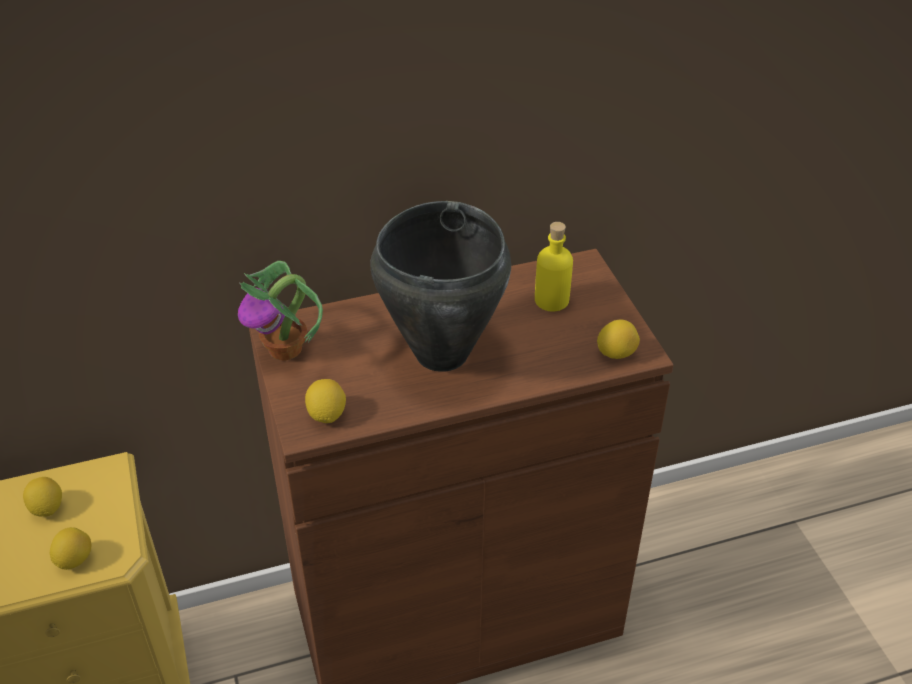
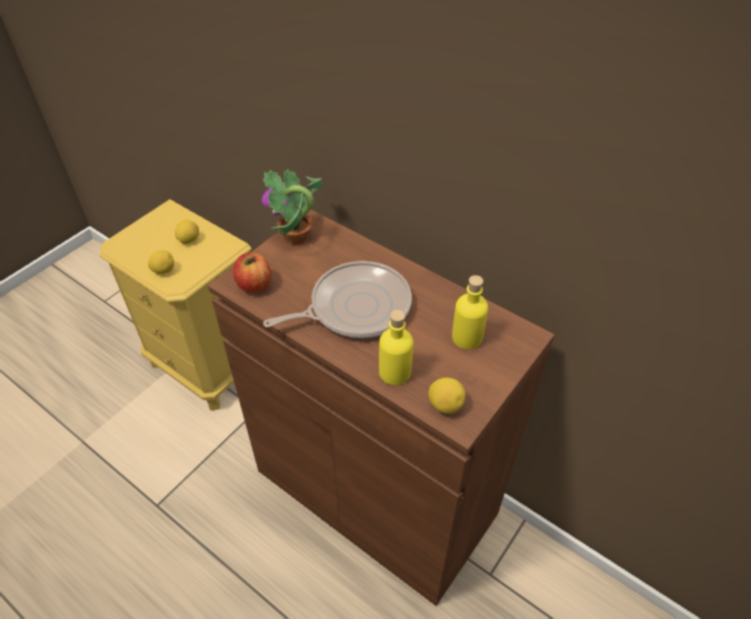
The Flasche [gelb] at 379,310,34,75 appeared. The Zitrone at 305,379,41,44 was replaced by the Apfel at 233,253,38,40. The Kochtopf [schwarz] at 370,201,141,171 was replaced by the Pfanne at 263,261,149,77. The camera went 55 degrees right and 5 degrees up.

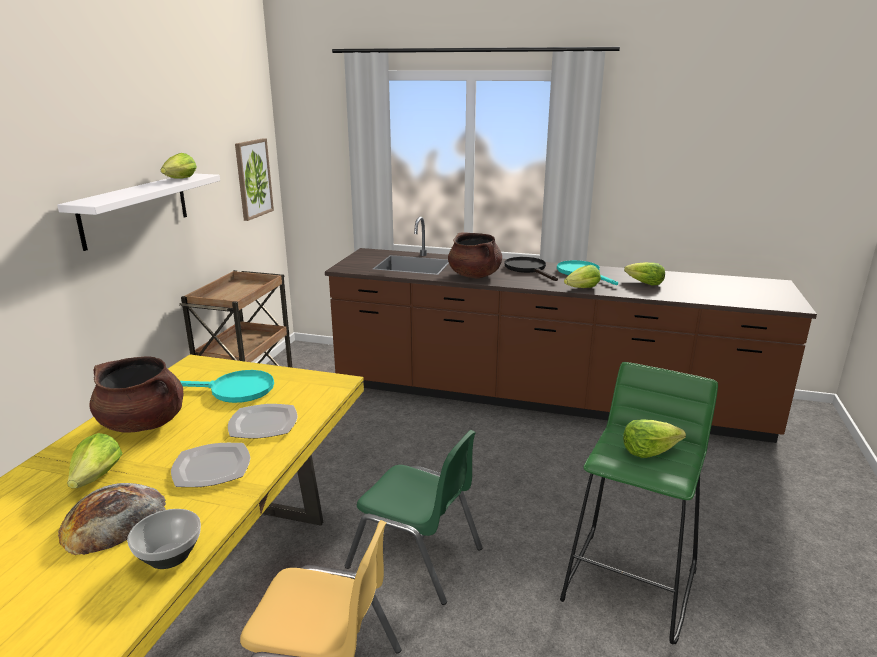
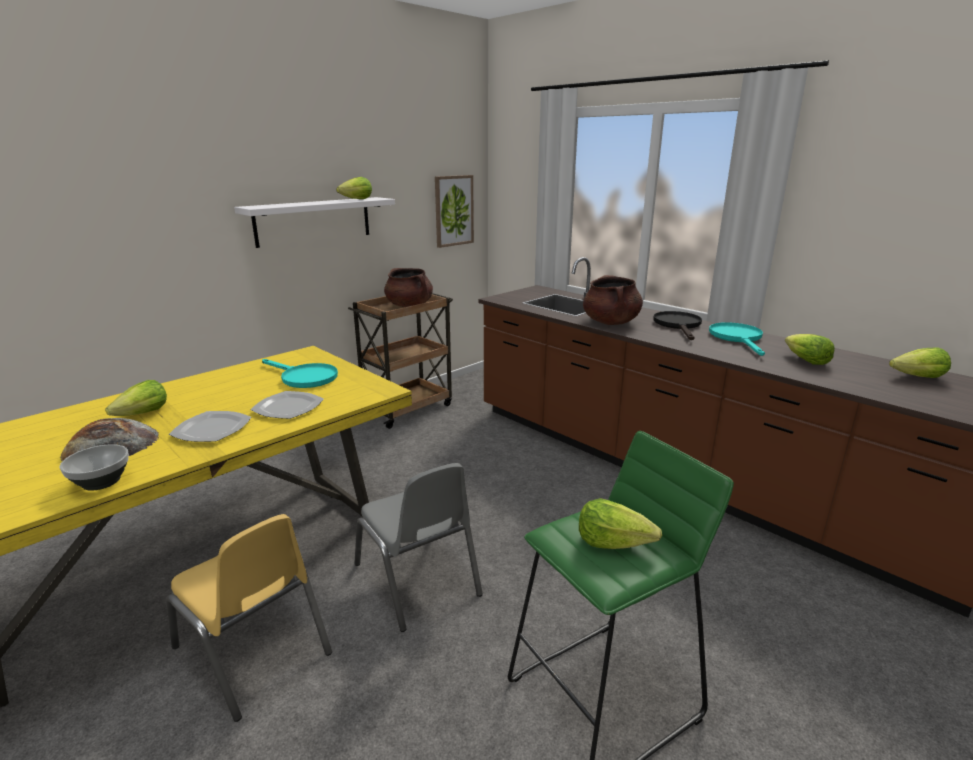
The Kochtopf [braun] moved from 89,356,94,77 to 384,268,49,39. The Salatkopf moved from 564,265,37,23 to 889,348,62,30. The Stuhl [grün] at 345,430,138,175 became the Stuhl [grau] at 354,463,129,169. The camera went 30 degrees right and 0 degrees up.

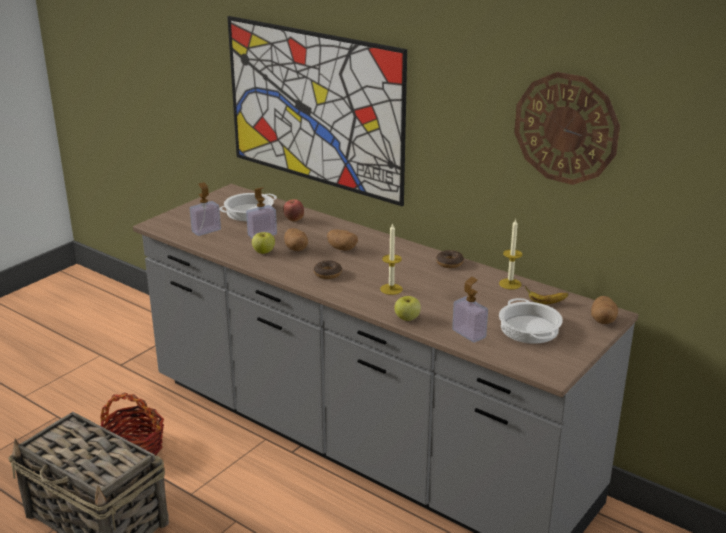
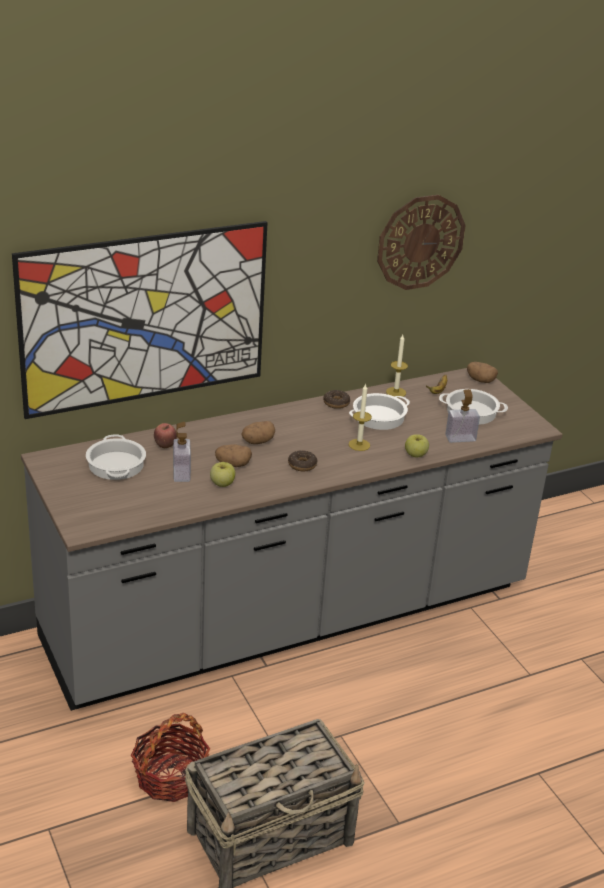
The Seifenspender at 190,182,31,54 disappeared. The Kochtopf at 349,393,61,37 appeared. The camera went 65 degrees left and 5 degrees up.

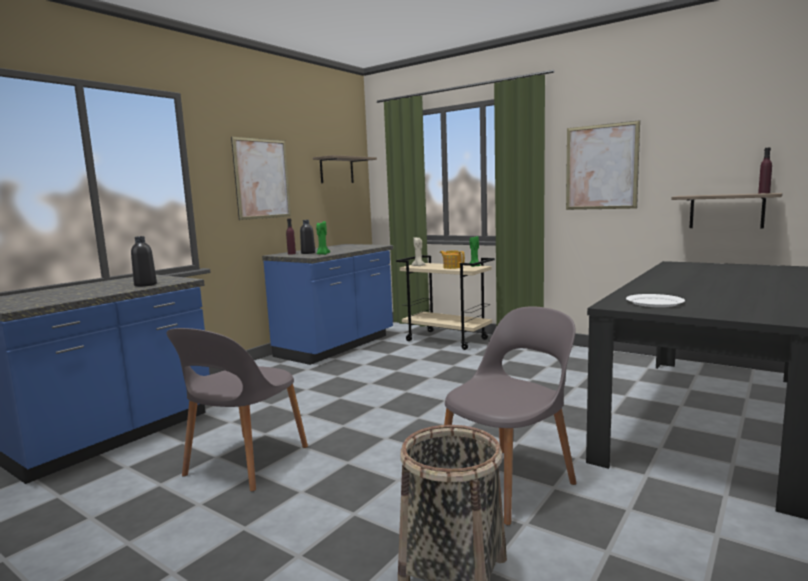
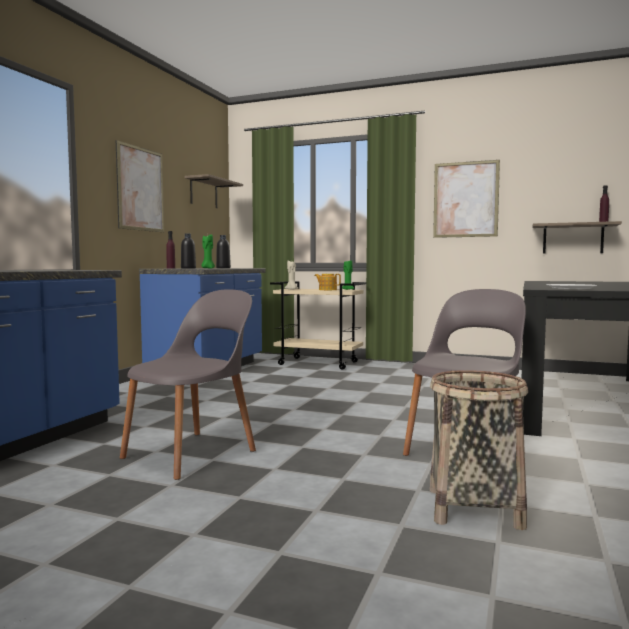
The Flasche [schwarz] moved from 131,236,26,51 to 216,235,15,33. The Stuhl [grau] at 166,328,142,163 turned 150 degrees counterclockwise. The camera went 15 degrees left and 5 degrees down.

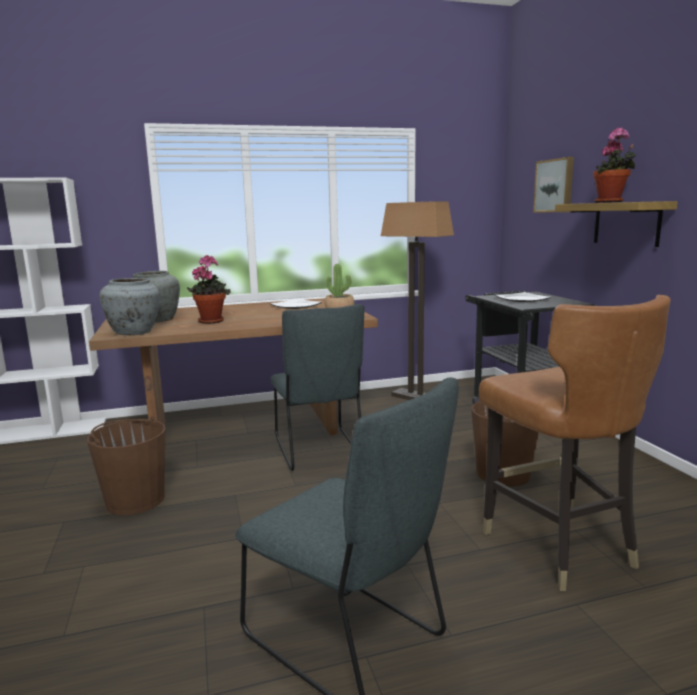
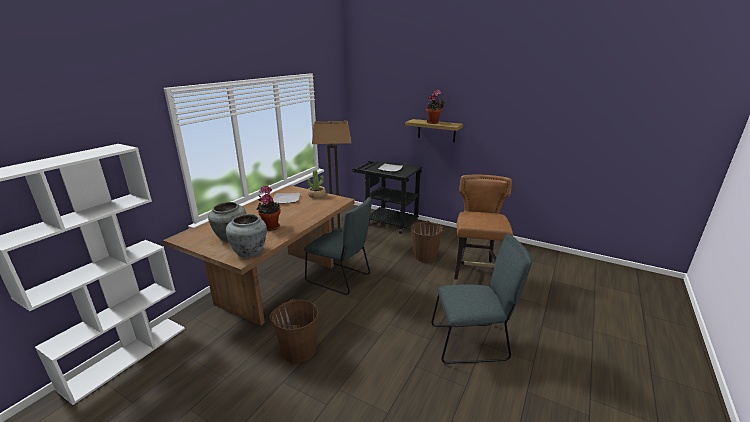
The Bild at 533,157,41,55 disappeared. The Stuhl [braun] at 479,295,192,296 turned 105 degrees counterclockwise. The camera went 45 degrees left and 10 degrees up.

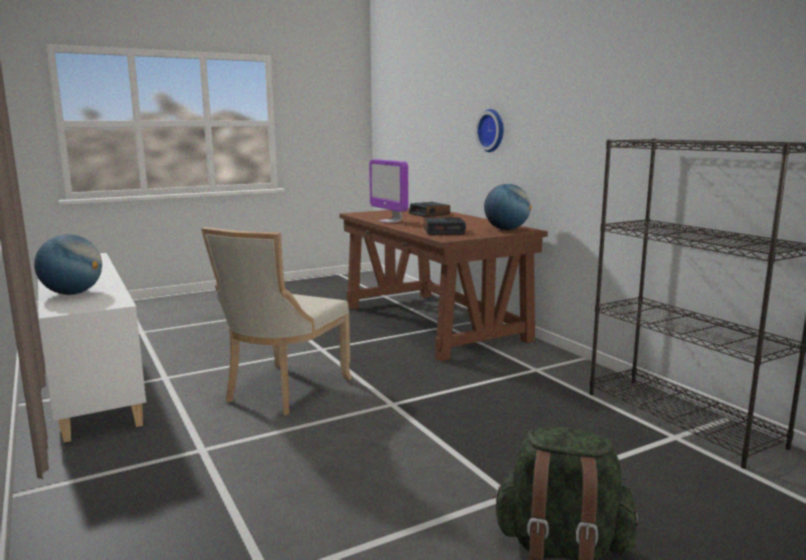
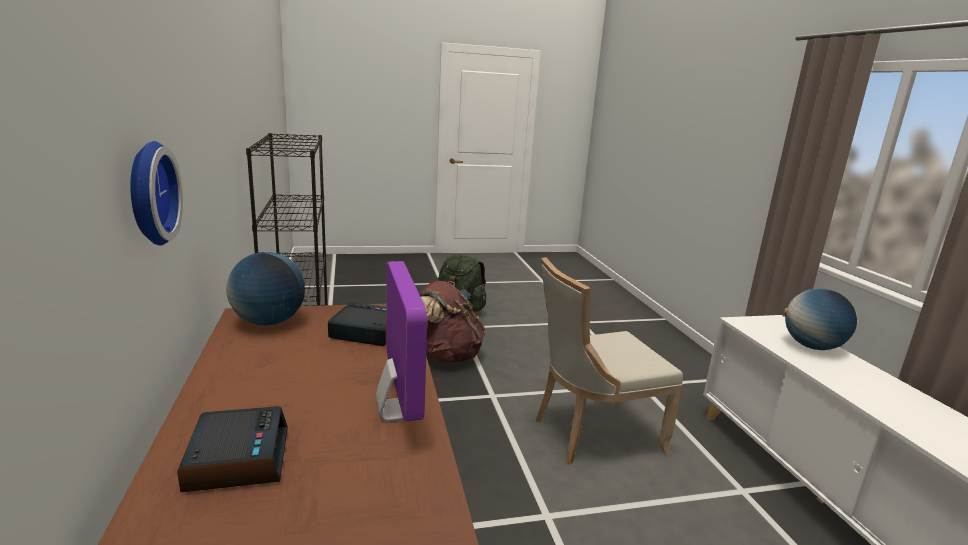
The Rucksack [braun] at 419,280,67,82 appeared. The Stuhl [beige] at 201,227,151,188 turned 150 degrees counterclockwise. The camera went 165 degrees left and 5 degrees up.

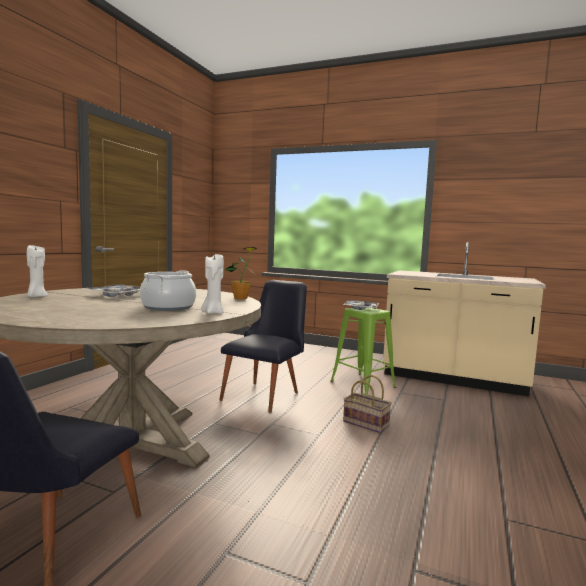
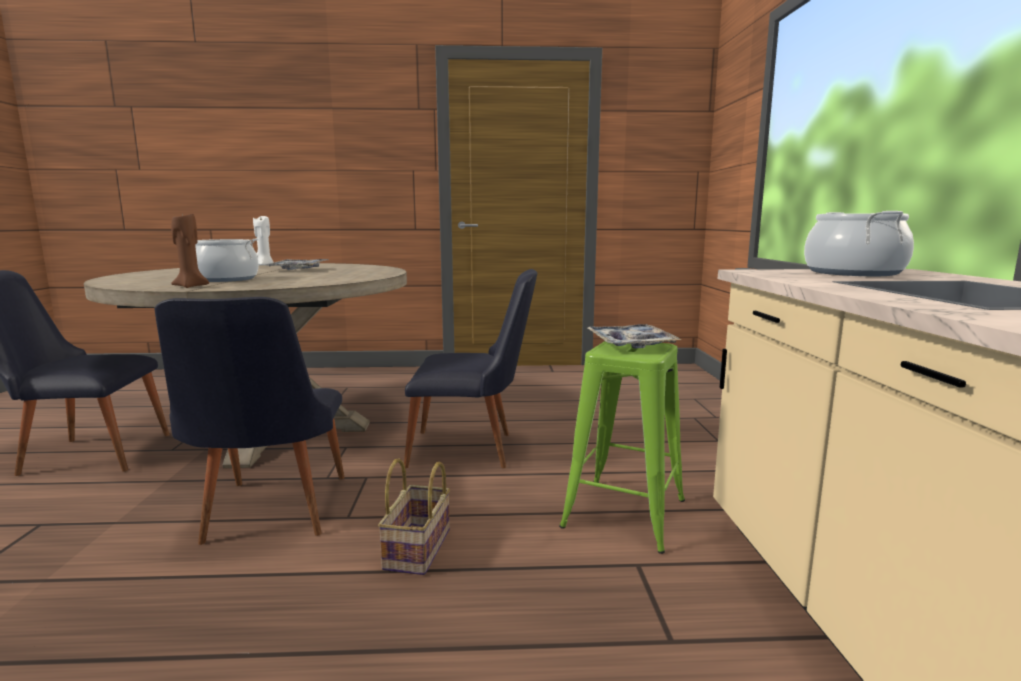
The Topfpflanze at 225,247,32,53 disappeared. The Stuhl [schwarz] at 154,297,191,248 appeared. The Kochtopf at 804,211,110,65 appeared. The Kerze [weiß] at 201,253,23,61 became the Kerze [braun] at 171,214,38,74. The camera went 65 degrees right and 5 degrees up.

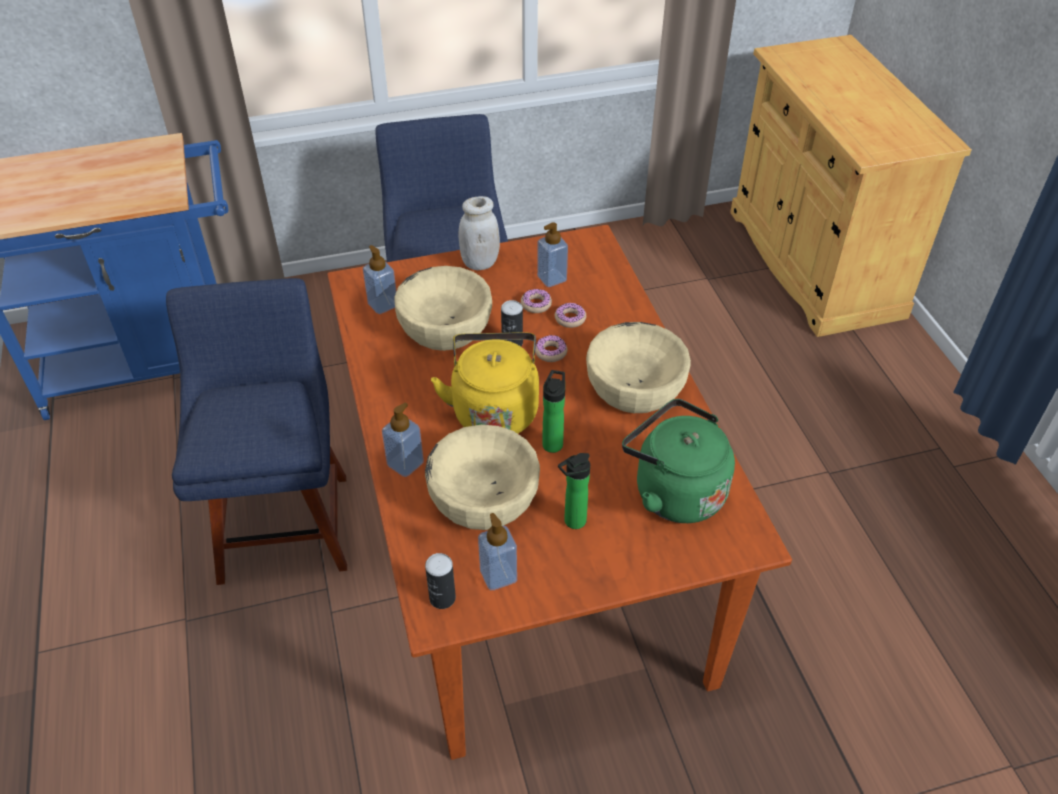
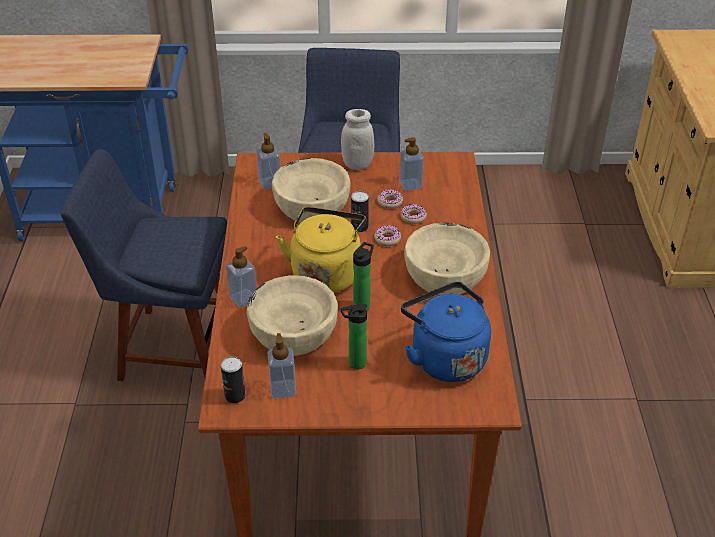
The Wasserkessel [grün] at 622,399,113,124 became the Wasserkessel [blau] at 401,282,90,100. The Stuhl [blau] at 166,278,181,307 turned 90 degrees counterclockwise. The camera went 15 degrees right and 5 degrees down.

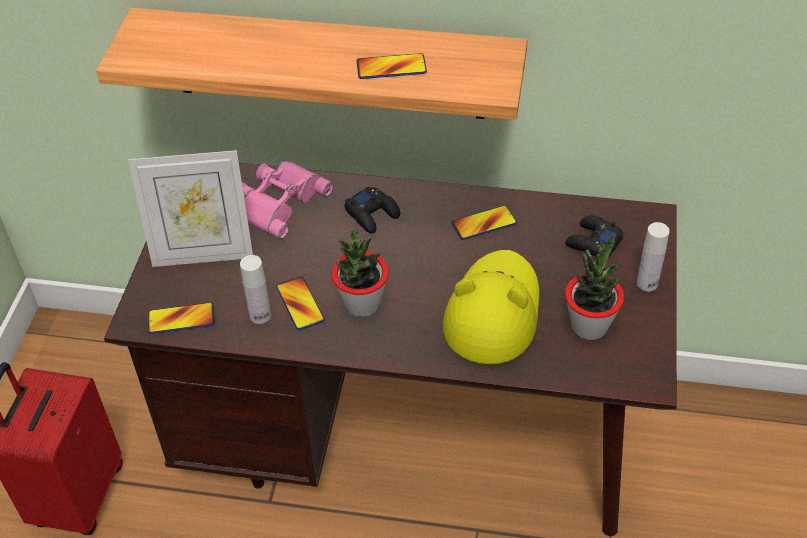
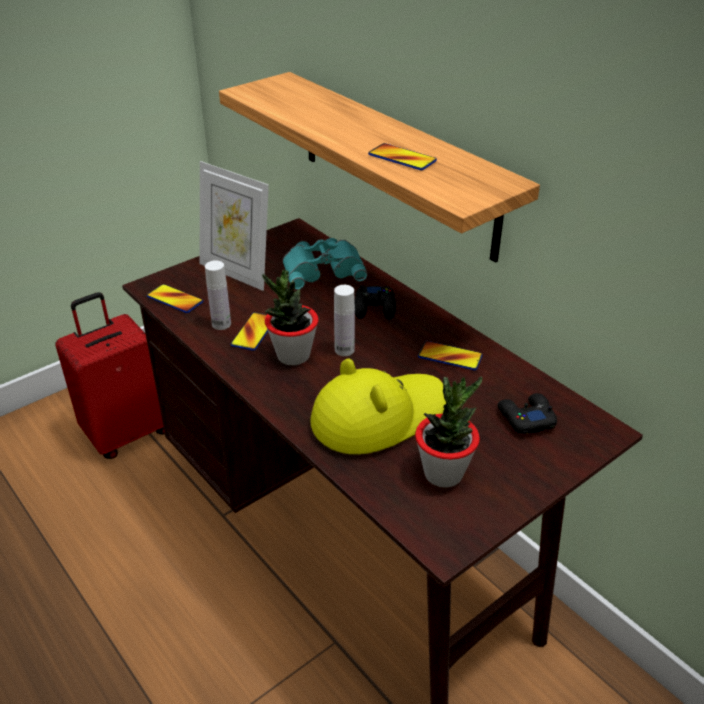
The Flasche [weiß] moved from 637,222,33,69 to 334,285,21,71. The Fernglas [rosa] at 242,161,91,78 became the Fernglas [türkis] at 283,238,85,52. The camera went 40 degrees right and 10 degrees down.

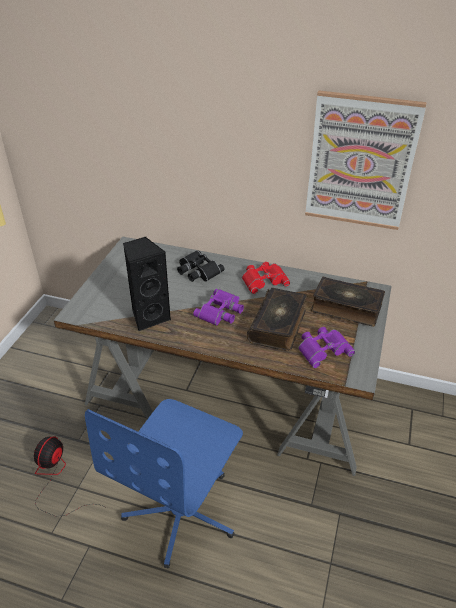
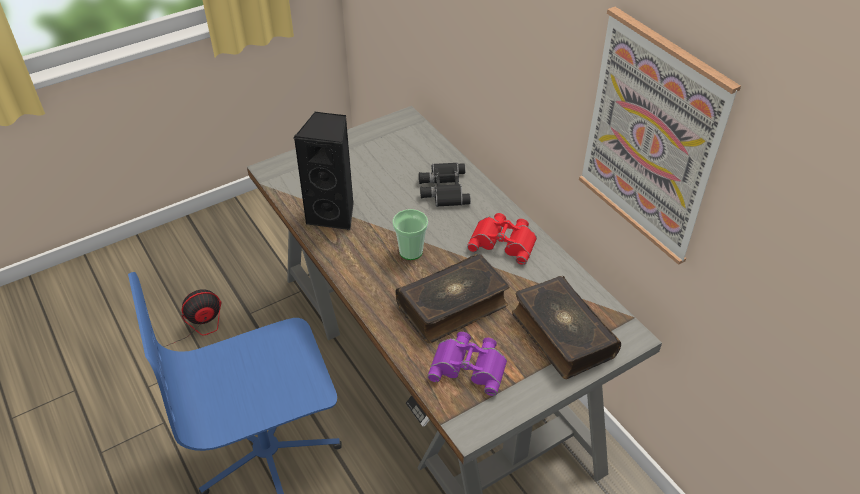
The Fernglas [lila] at 193,289,51,37 was replaced by the Tasse at 392,209,36,51. The camera went 40 degrees right and 5 degrees up.

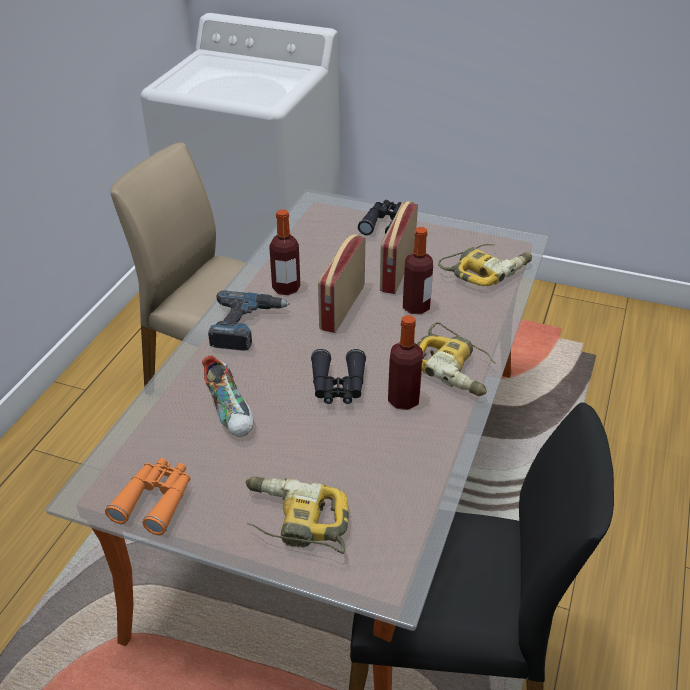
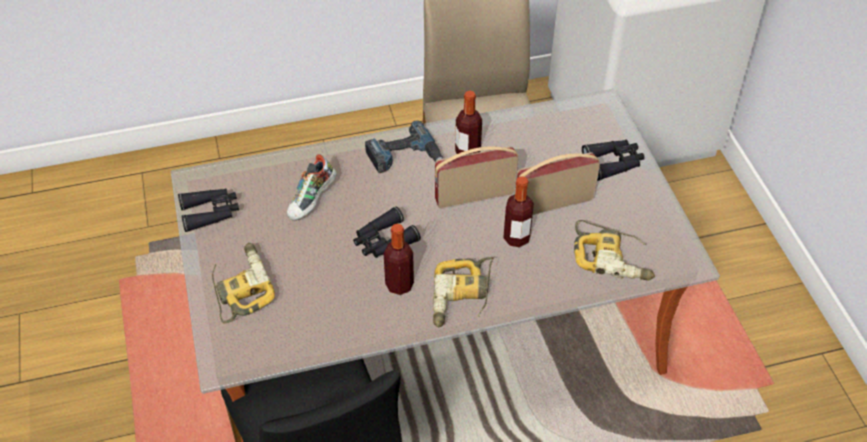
The Fernglas [orange] at 105,458,86,77 became the Fernglas [schwarz] at 178,188,61,44. The camera went 55 degrees right and 10 degrees up.

